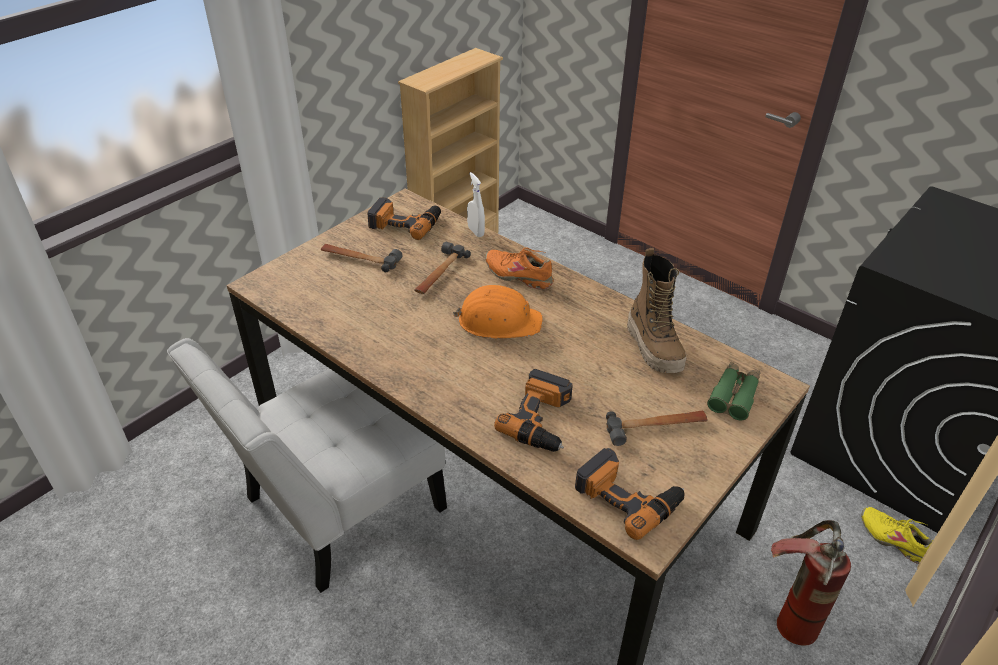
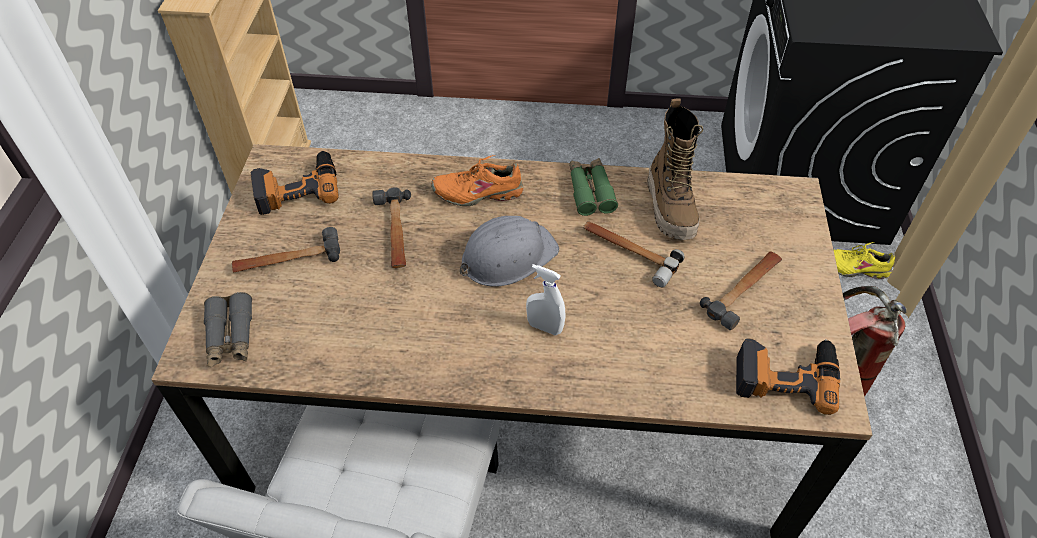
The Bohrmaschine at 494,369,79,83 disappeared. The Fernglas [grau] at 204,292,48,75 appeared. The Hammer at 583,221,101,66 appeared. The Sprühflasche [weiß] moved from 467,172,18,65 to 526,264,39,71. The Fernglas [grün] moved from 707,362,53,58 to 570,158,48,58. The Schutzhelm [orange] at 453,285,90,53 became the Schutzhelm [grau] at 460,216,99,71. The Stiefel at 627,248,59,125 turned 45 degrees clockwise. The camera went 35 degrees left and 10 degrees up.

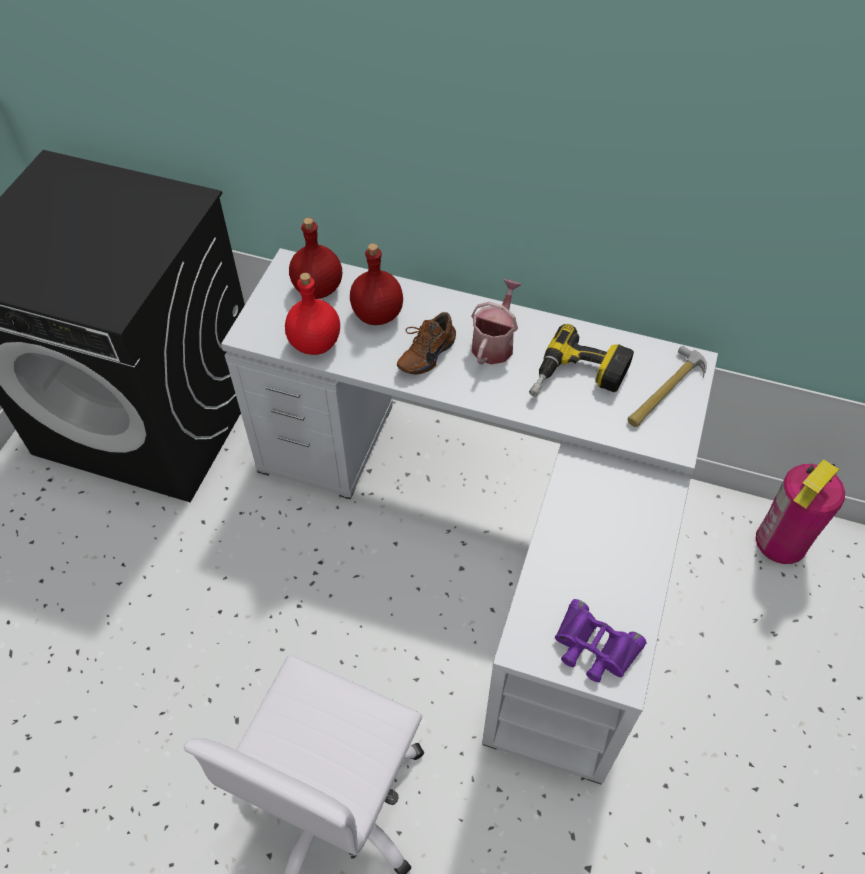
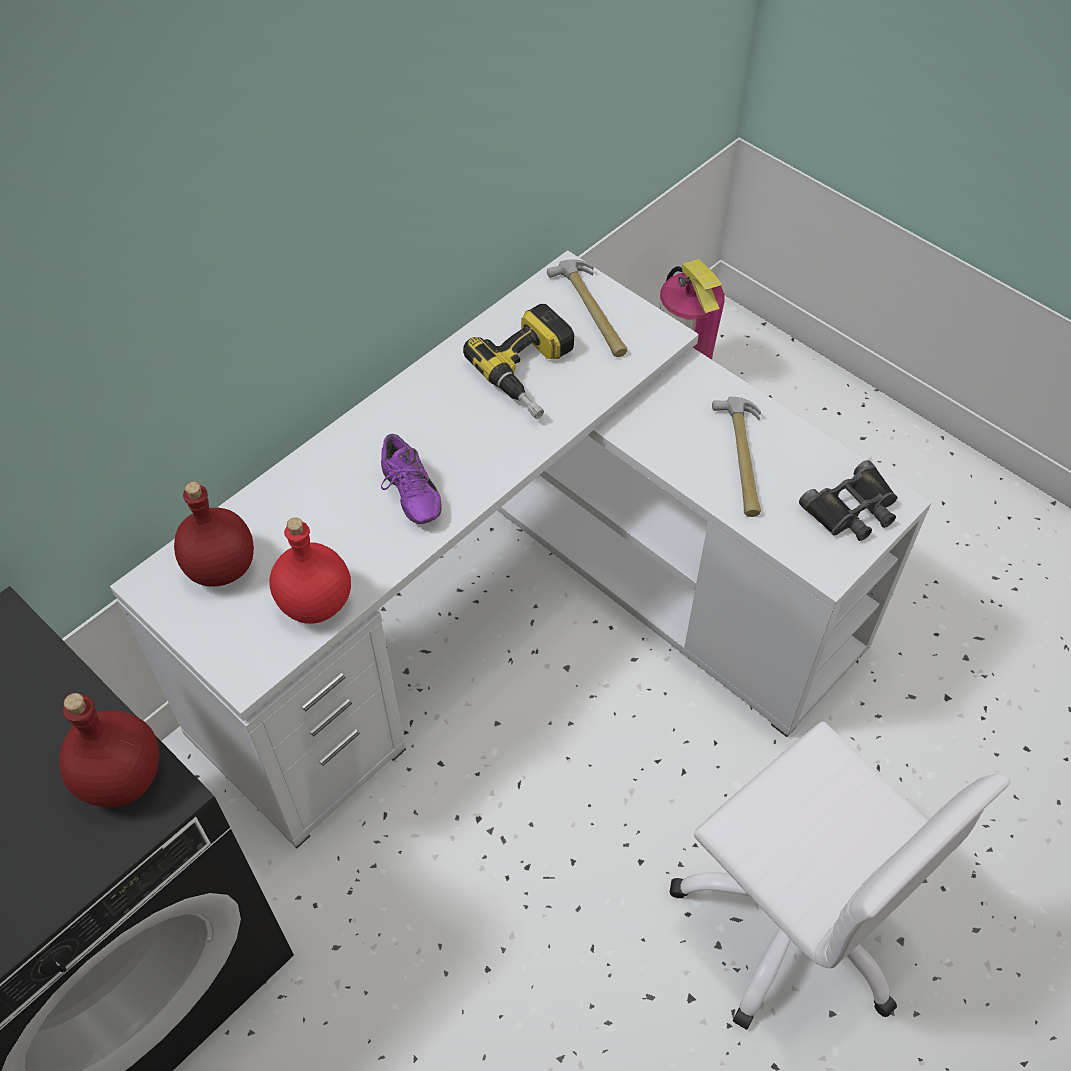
The Gießkanne at 471,279,51,86 disappeared. The Hammer at 712,397,49,120 appeared. The Flasche [rot] moved from 350,243,53,82 to 59,693,100,114. The Schuh [braun] at 397,312,59,63 became the Schuh [lila] at 381,434,61,90. The Fernglas [lila] at 555,599,91,83 became the Fernglas [schwarz] at 799,460,99,81. The camera went 65 degrees left and 0 degrees up.

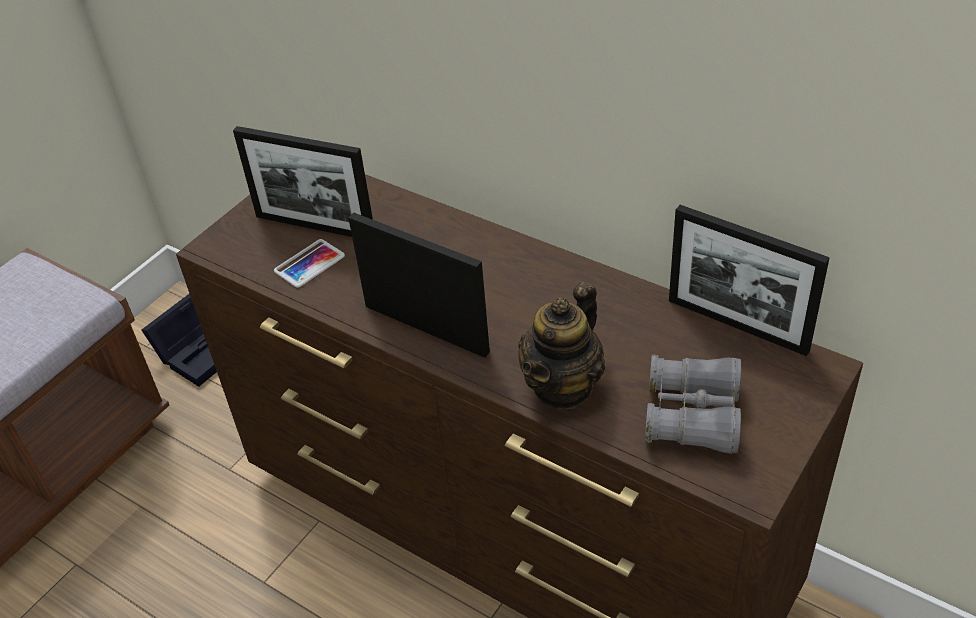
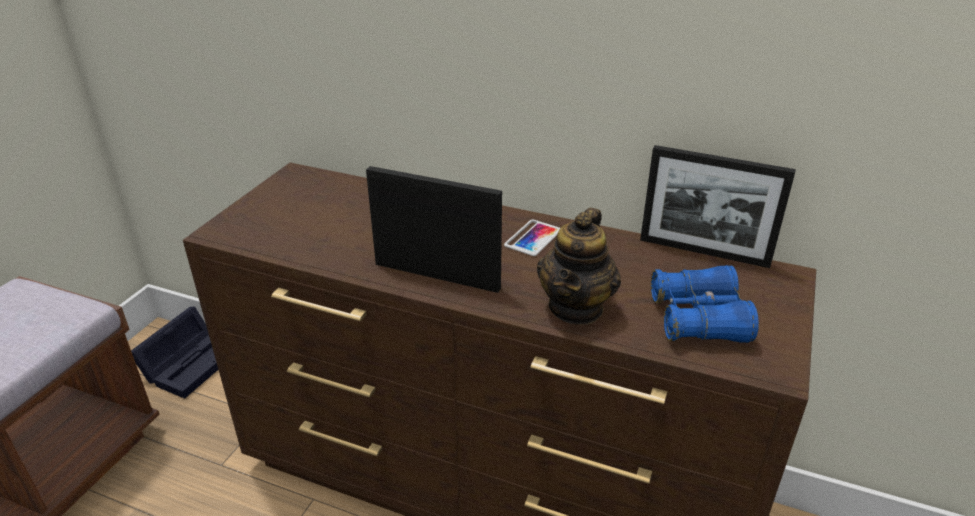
The Bilderrahmen at 233,126,140,111 disappeared. The Handy moved from 274,239,71,49 to 504,220,56,36. The Fernglas [grau] at 645,354,96,100 became the Fernglas [blau] at 651,265,108,78. The camera went 15 degrees left and 10 degrees down.

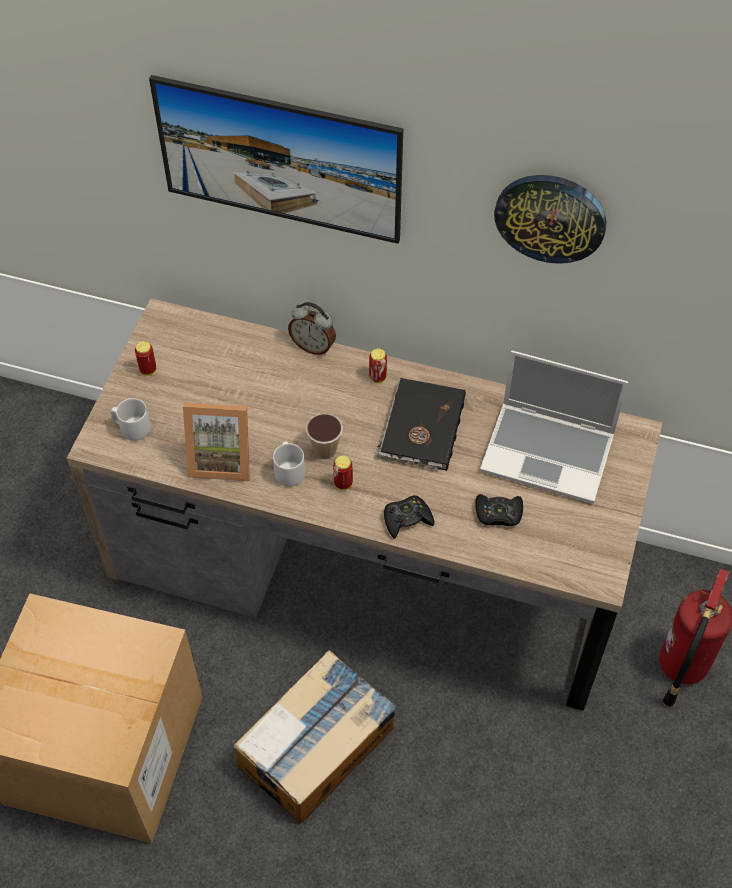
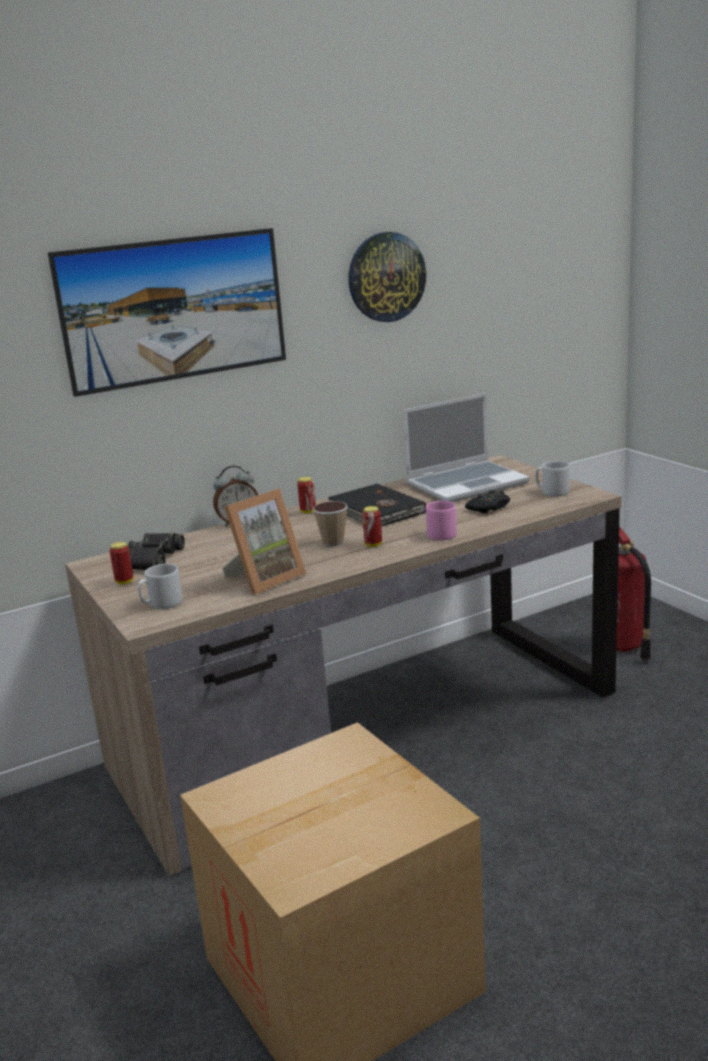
The Karton at 234,650,163,174 disappeared. The Fernglas [schwarz] at 128,533,57,37 appeared. The Henkelbecher [grau] moved from 273,441,32,46 to 535,461,35,36. The Gamepad [schwarz] at 384,495,50,44 was replaced by the Henkelbecher [rosa] at 426,501,31,39. The camera went 45 degrees left and 35 degrees down.

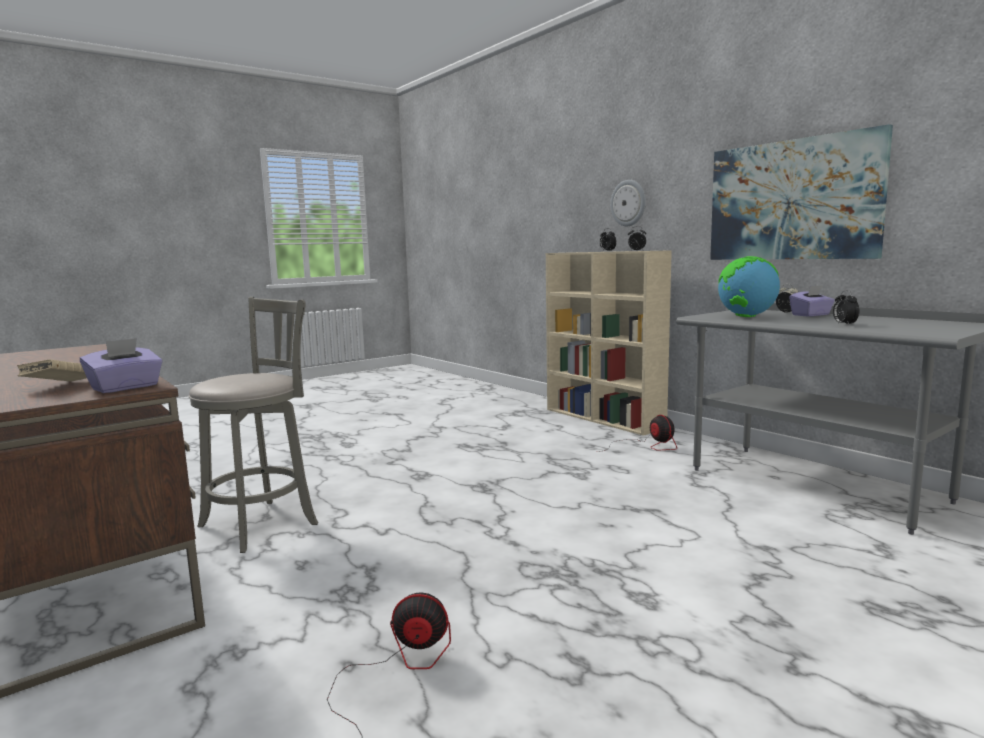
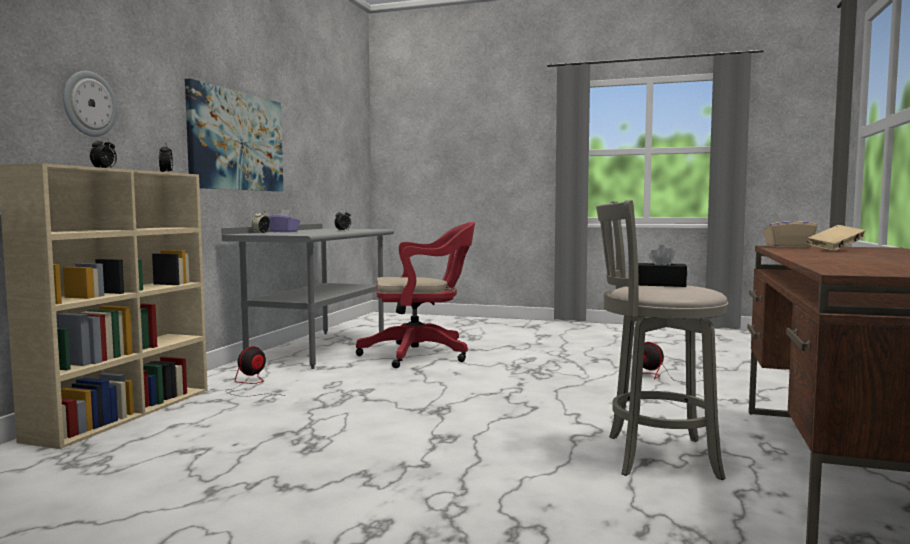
The Globus at 718,256,62,61 disappeared. The Bürostuhl [rot] at 356,222,119,146 appeared. The Taschentuchbox [schwarz] at 638,245,49,42 appeared. The Taschentuchbox [lila] at 80,338,83,55 became the Taschentuchbox [beige] at 763,213,54,35. The camera went 125 degrees left and 5 degrees down.

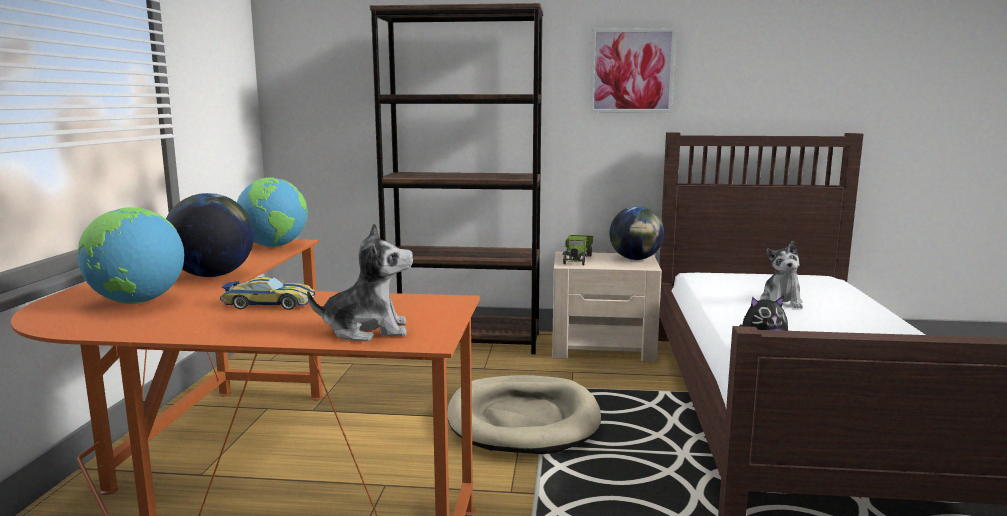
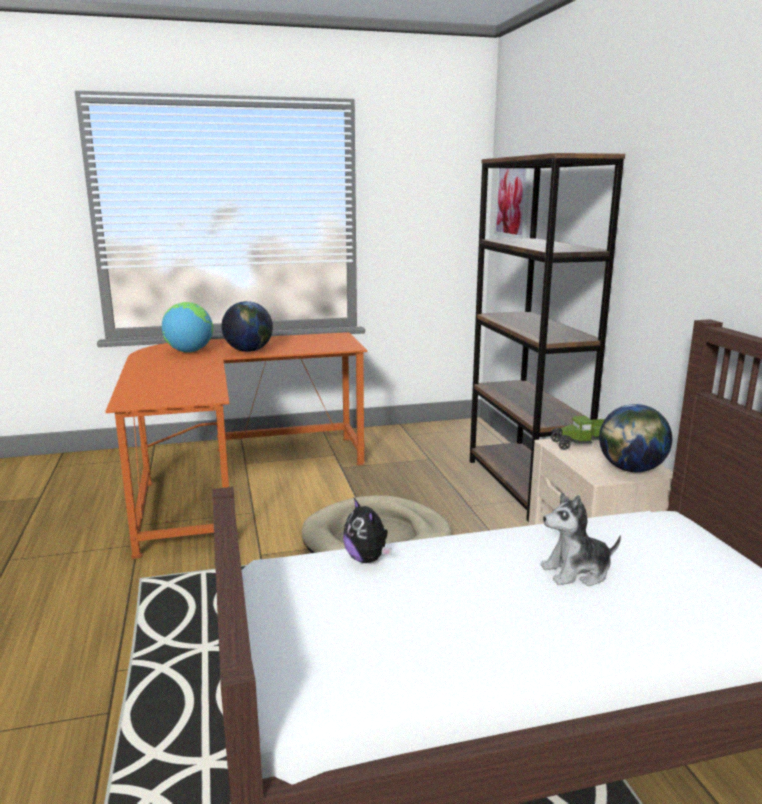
The Spielzeugauto at 220,277,95,33 disappeared. The Globus at 237,178,71,69 disappeared. The Plüschtier at 307,222,106,119 disappeared. The Bild moved from 590,28,86,85 to 494,168,37,70. The camera went 70 degrees right and 5 degrees up.

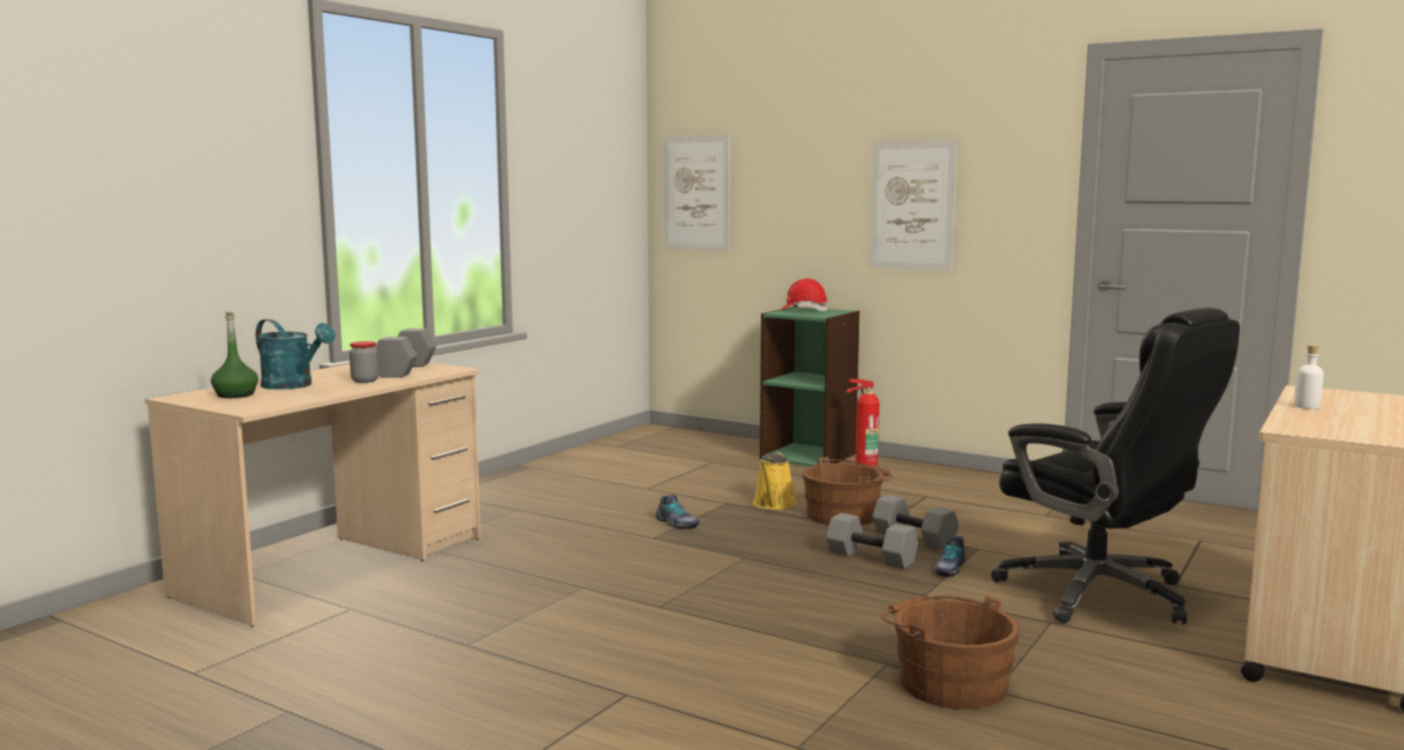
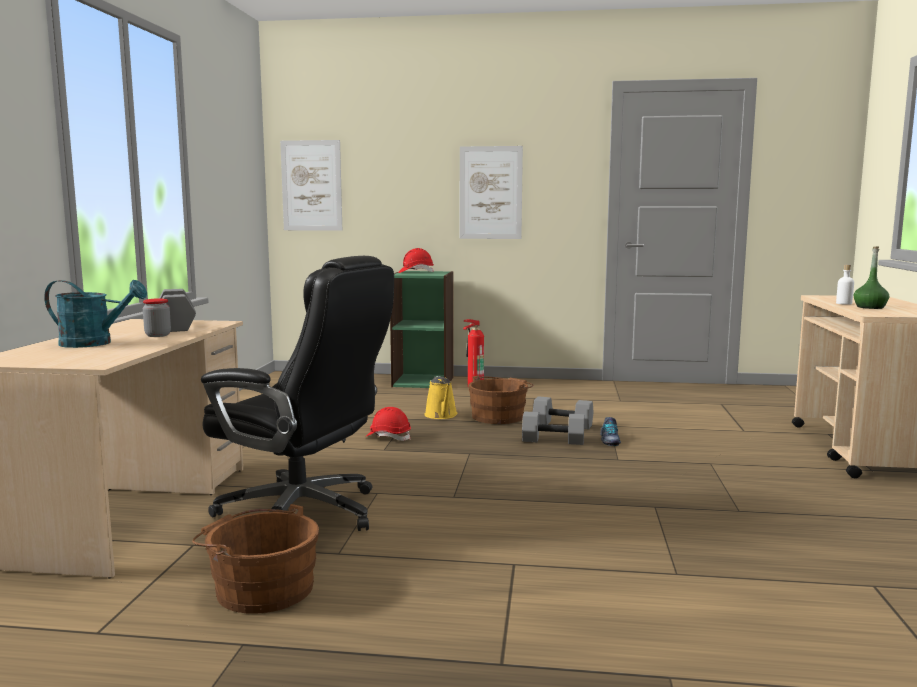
The Flasche [grün] moved from 211,312,47,86 to 854,246,35,63. The Eimer [braun] moved from 881,595,139,114 to 192,504,127,110. The Bürostuhl [schwarz] moved from 991,308,249,316 to 201,256,193,275. The Schuh at 656,495,43,34 was replaced by the Schutzhelm [rot] at 365,407,46,34. The camera went 25 degrees left and 0 degrees up.

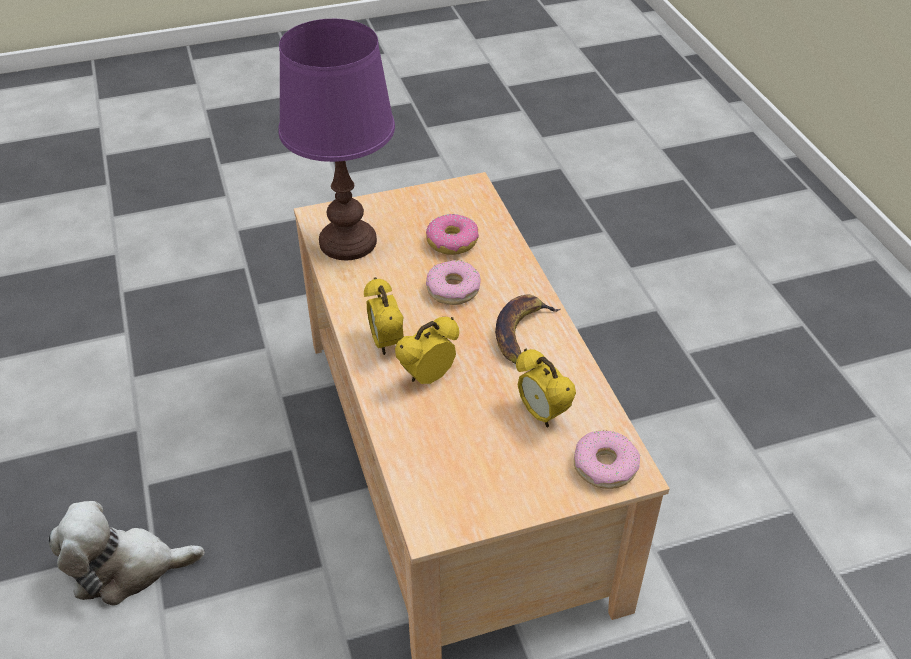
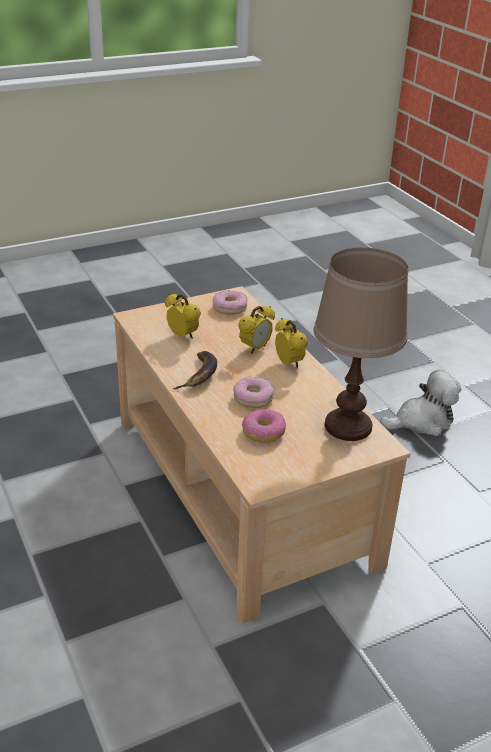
The Donut moved from 574,431,66,58 to 213,290,34,25. The Tischlampe [lila] at 279,19,116,241 became the Tischlampe [braun] at 314,247,94,194. The camera went 170 degrees right and 10 degrees down.

